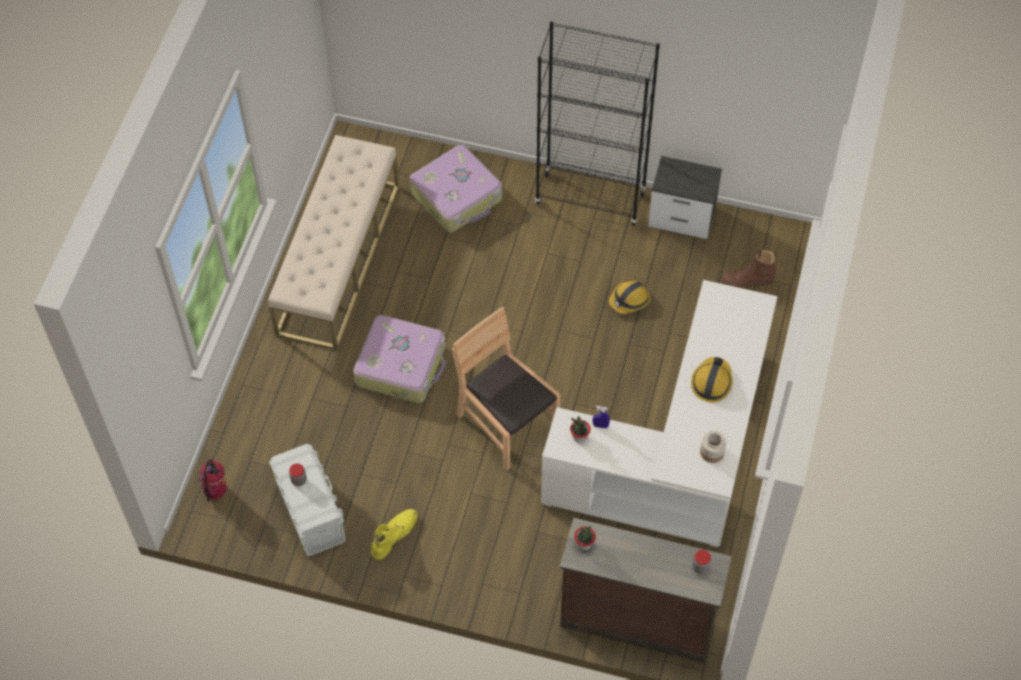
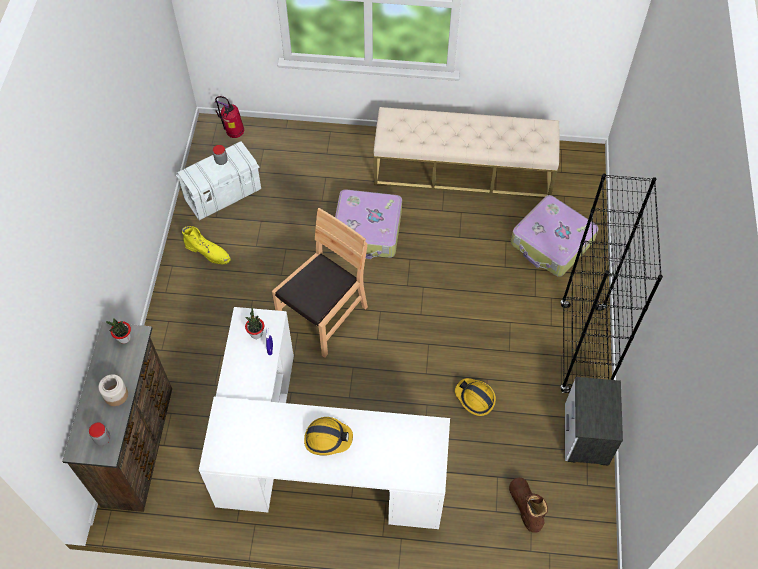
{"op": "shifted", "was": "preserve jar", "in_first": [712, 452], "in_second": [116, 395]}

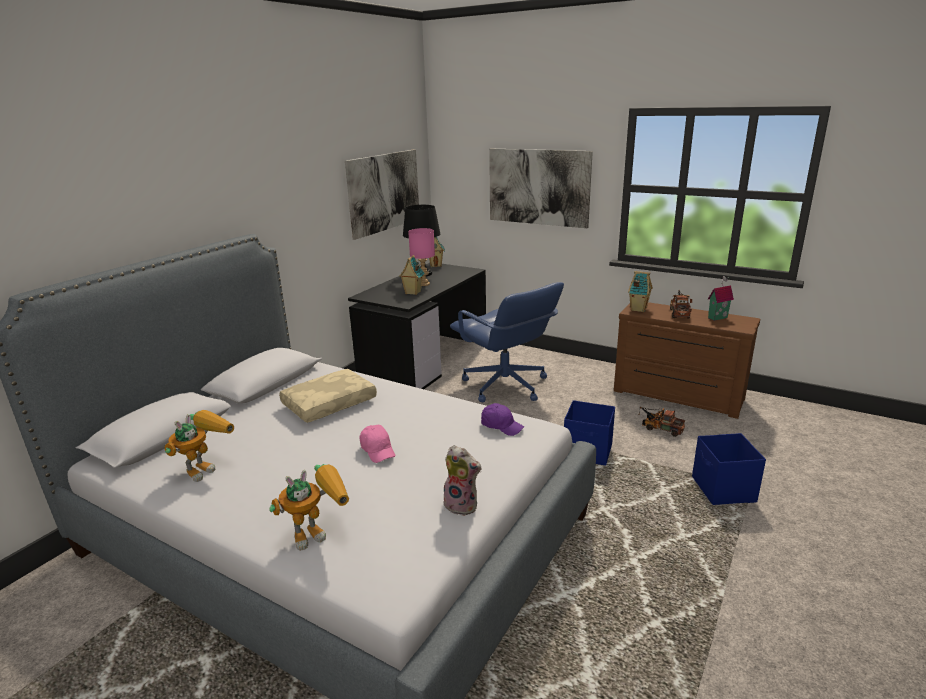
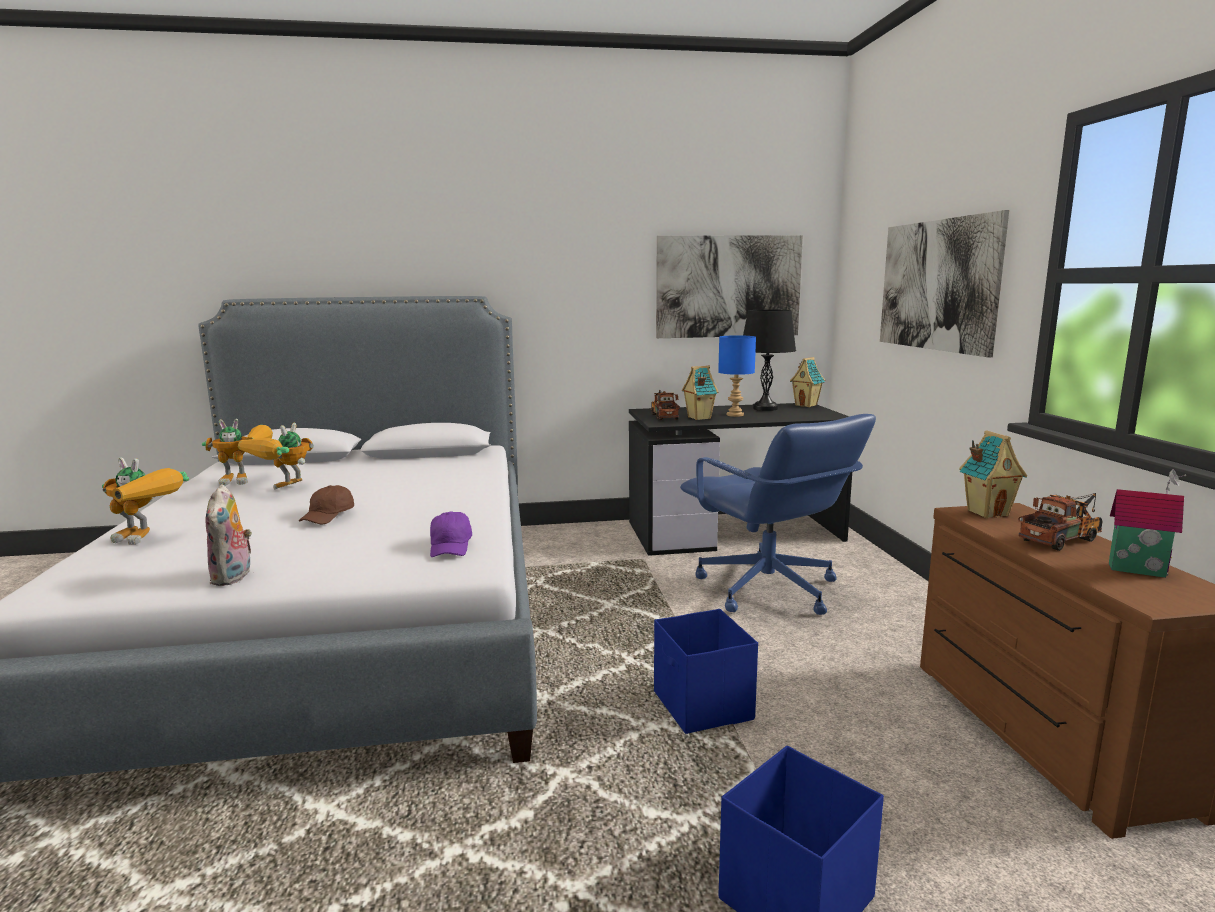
{"op": "new", "now": "toy robot", "in_second": [284, 491]}
{"op": "repainted", "was": "pinkish cap", "now": "brown cap", "in_first": [378, 450], "in_second": [329, 516]}
{"op": "shifted", "was": "model truck", "in_first": [659, 428], "in_second": [664, 416]}
{"op": "rotated", "was": "bluish office chair", "in_first": [505, 386], "in_second": [768, 590], "clockwise": -45}
{"op": "repainted", "was": "pinkish tabletop lamp", "now": "bluish tabletop lamp", "in_first": [424, 284], "in_second": [735, 415]}
{"op": "gone", "was": "beige throw pillow", "in_first": [329, 403]}

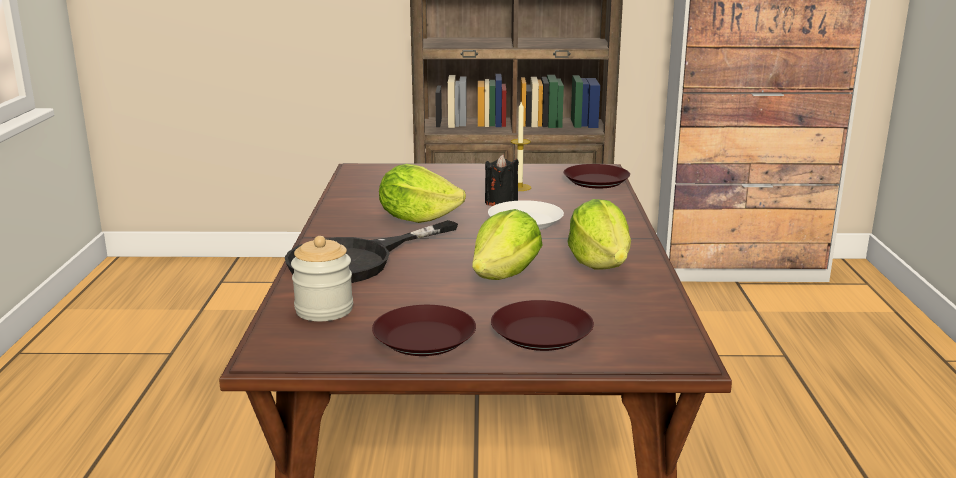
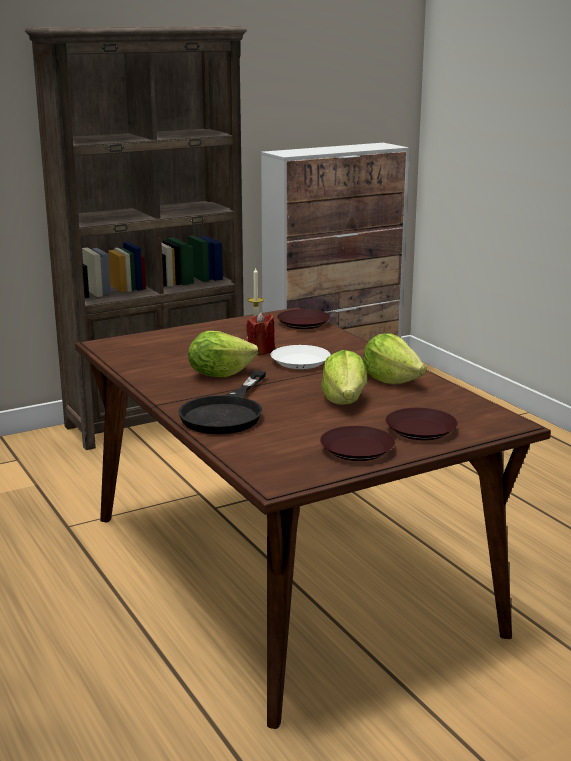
{"op": "repainted", "was": "blackish wax light", "now": "red-coloured wax light", "in_first": [501, 202], "in_second": [261, 351]}
{"op": "gone", "was": "preserve jar", "in_first": [324, 310]}

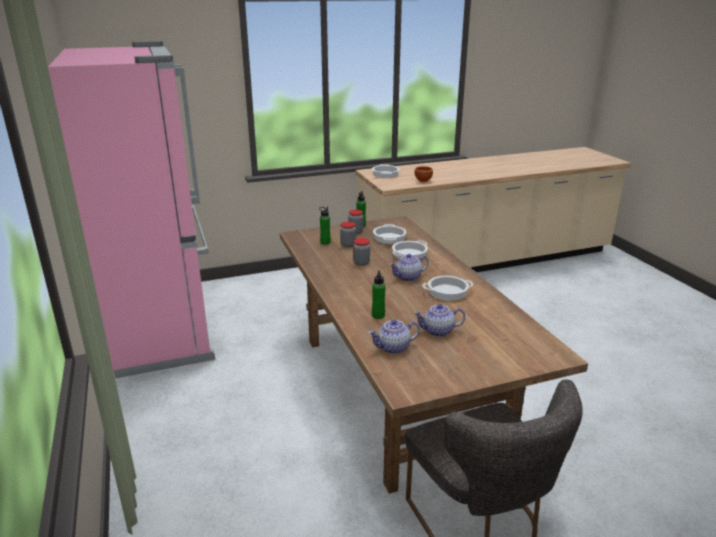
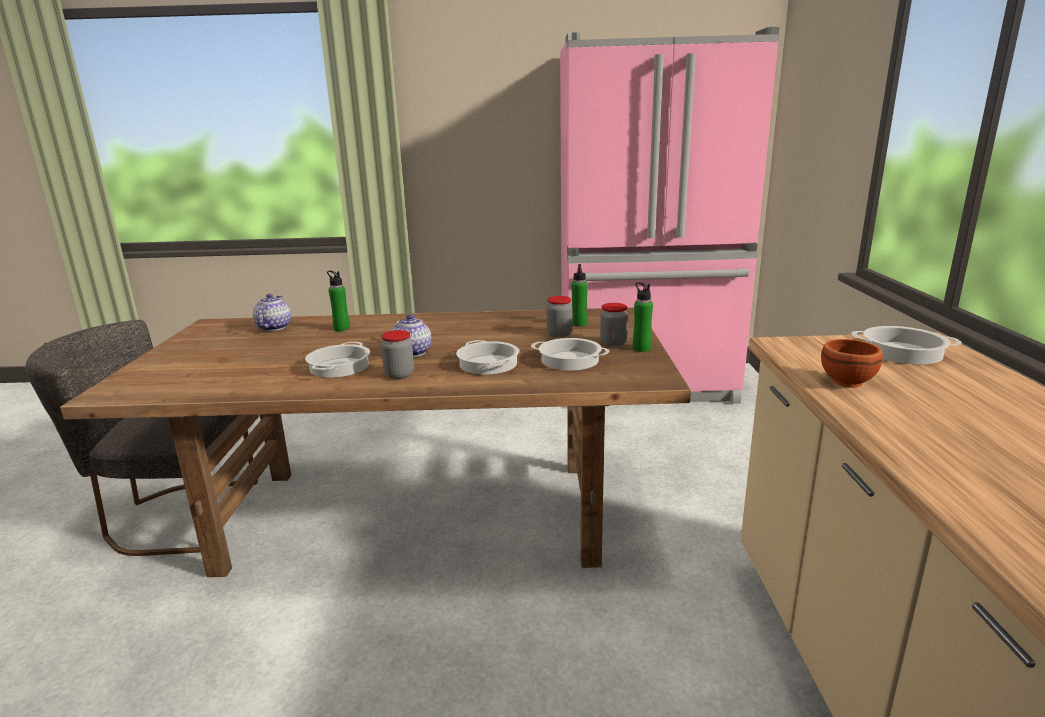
{"op": "shifted", "was": "preserve jar", "in_first": [361, 263], "in_second": [399, 374]}
{"op": "gone", "was": "tea pot", "in_first": [438, 331]}

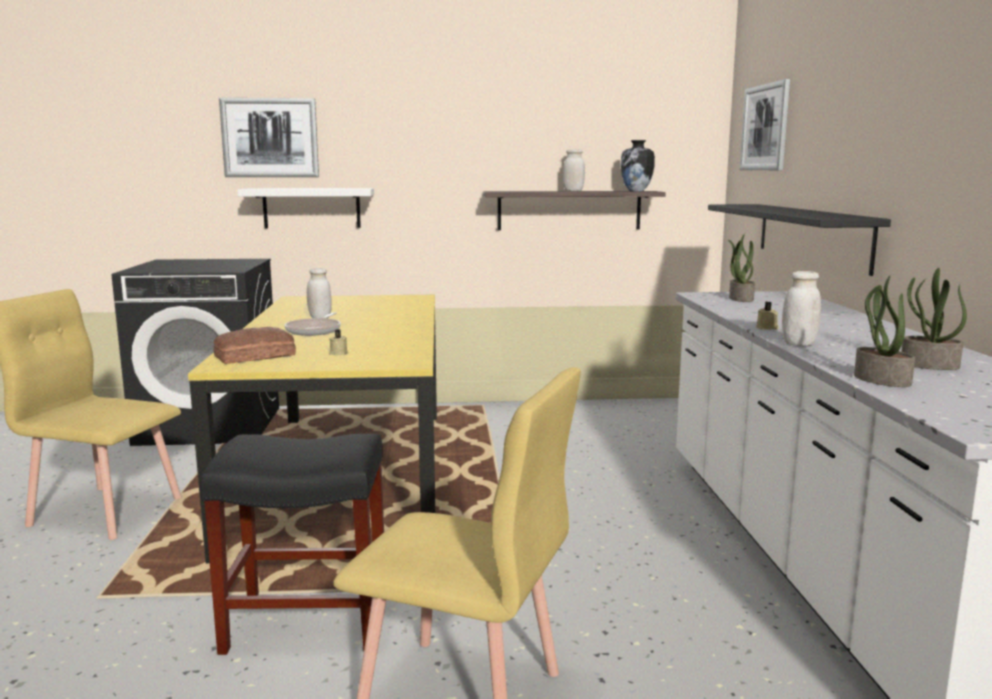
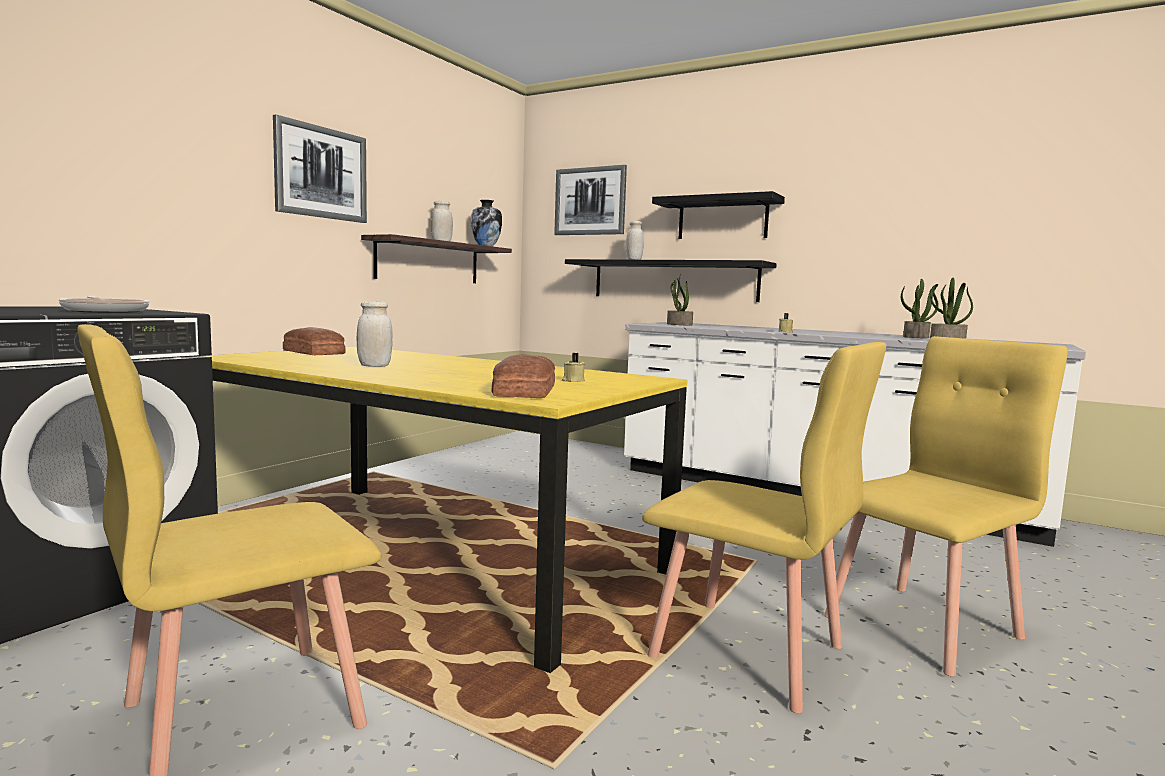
{"op": "shifted", "was": "frying pan", "in_first": [315, 330], "in_second": [105, 311]}
{"op": "shifted", "was": "wall art", "in_first": [270, 138], "in_second": [321, 173]}
{"op": "new", "now": "bread", "in_second": [314, 352]}
{"op": "shifted", "was": "white preserve jar", "in_first": [798, 344], "in_second": [633, 260]}
{"op": "swapped", "was": "blackish stool seat", "now": "yellowish upright chair", "in_first": [304, 622], "in_second": [748, 653]}
{"op": "new", "now": "blackish wall shelf", "in_second": [722, 219]}
{"op": "gone", "was": "white wall shelf", "in_first": [311, 208]}

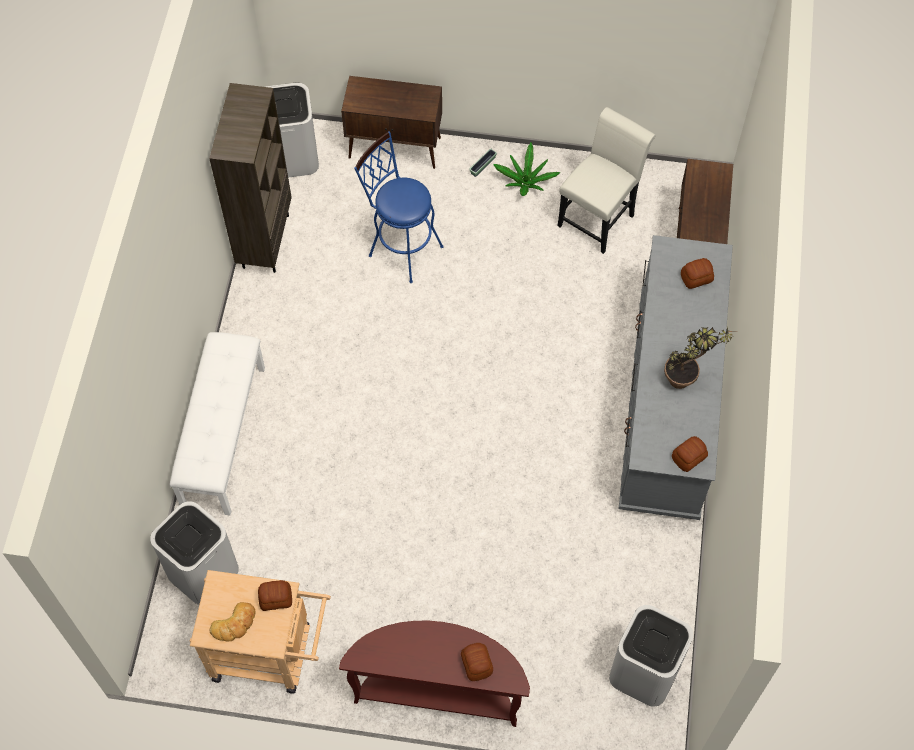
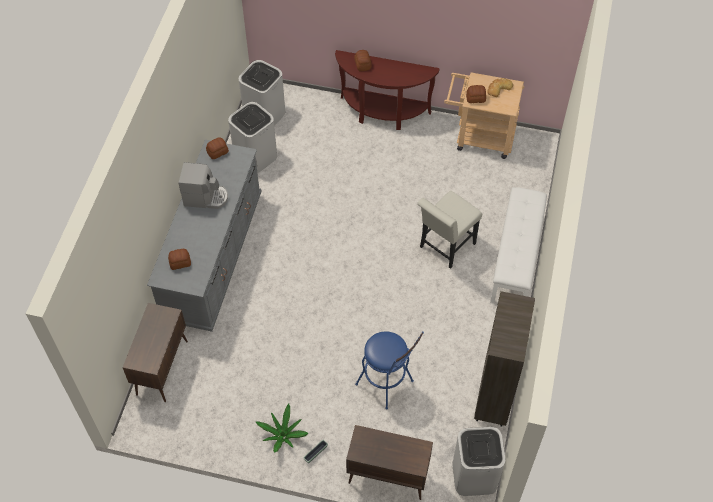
{"op": "swapped", "was": "potted plant", "now": "coffee maker", "in_first": [687, 378], "in_second": [205, 197]}
{"op": "shifted", "was": "white trash can", "in_first": [203, 572], "in_second": [255, 156]}
{"op": "shifted", "was": "white upright chair", "in_first": [599, 217], "in_second": [445, 247]}

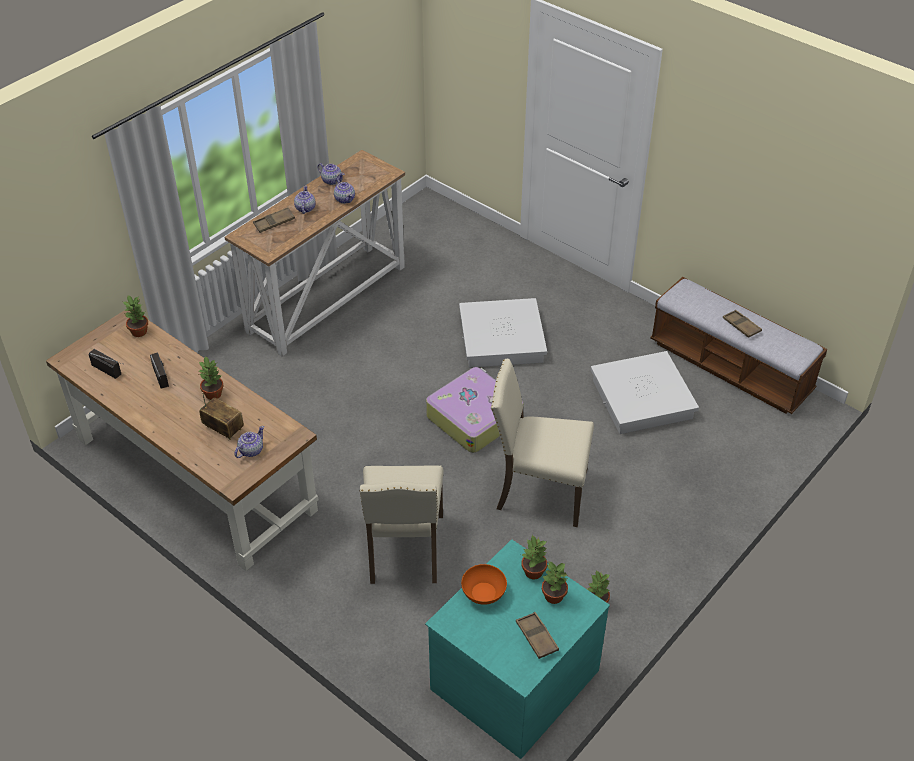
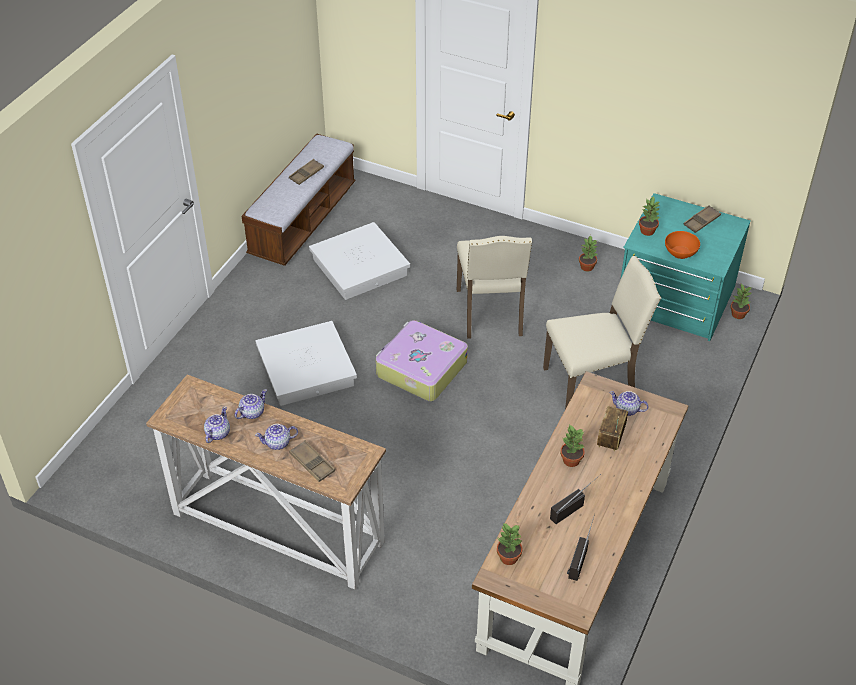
{"op": "shifted", "was": "potted plant", "in_first": [553, 596], "in_second": [738, 314]}

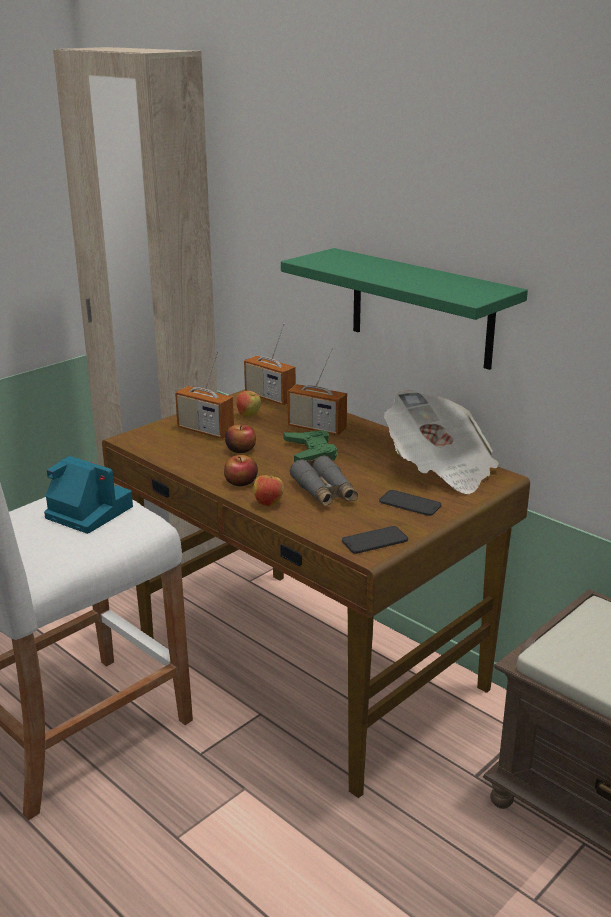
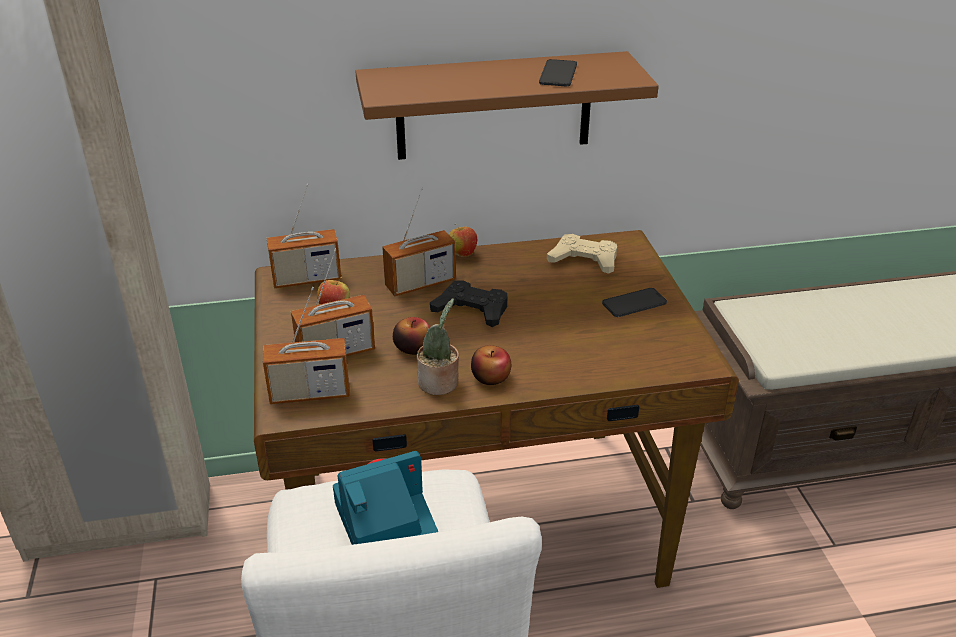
{"op": "new", "now": "radio receiver", "in_second": [310, 393]}
{"op": "repainted", "was": "greenish wall shelf", "now": "brown wall shelf", "in_first": [421, 308], "in_second": [494, 106]}
{"op": "new", "now": "potted plant", "in_second": [440, 384]}
{"op": "repainted", "was": "greenish game controller", "now": "blackish game controller", "in_first": [310, 452], "in_second": [472, 310]}
{"op": "shifted", "was": "apple fruit", "in_first": [269, 504], "in_second": [462, 254]}
{"op": "shifted", "was": "phone", "in_first": [374, 540], "in_second": [558, 74]}
{"op": "swapped", "was": "newspaper", "now": "beige game controller", "in_first": [440, 469], "in_second": [584, 260]}
{"op": "gone", "was": "greyish pair of binoculars", "in_first": [325, 492]}

